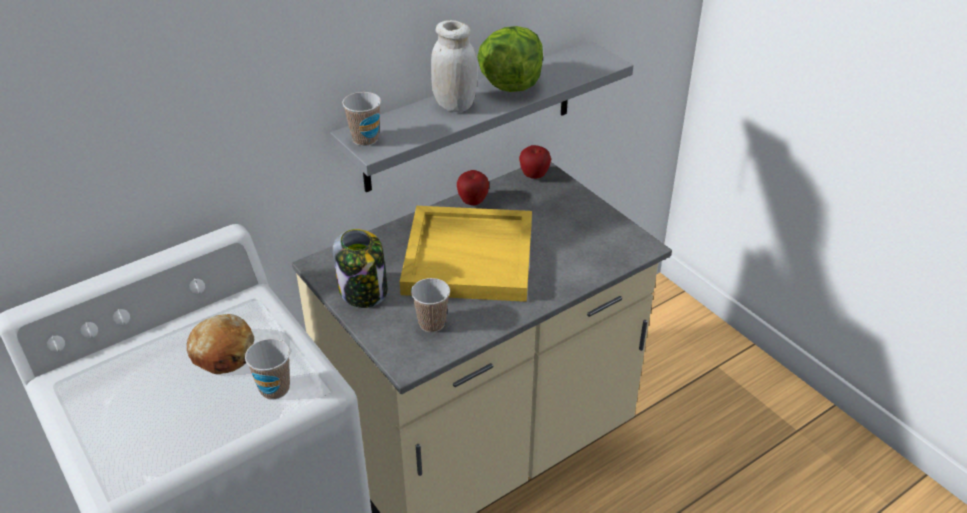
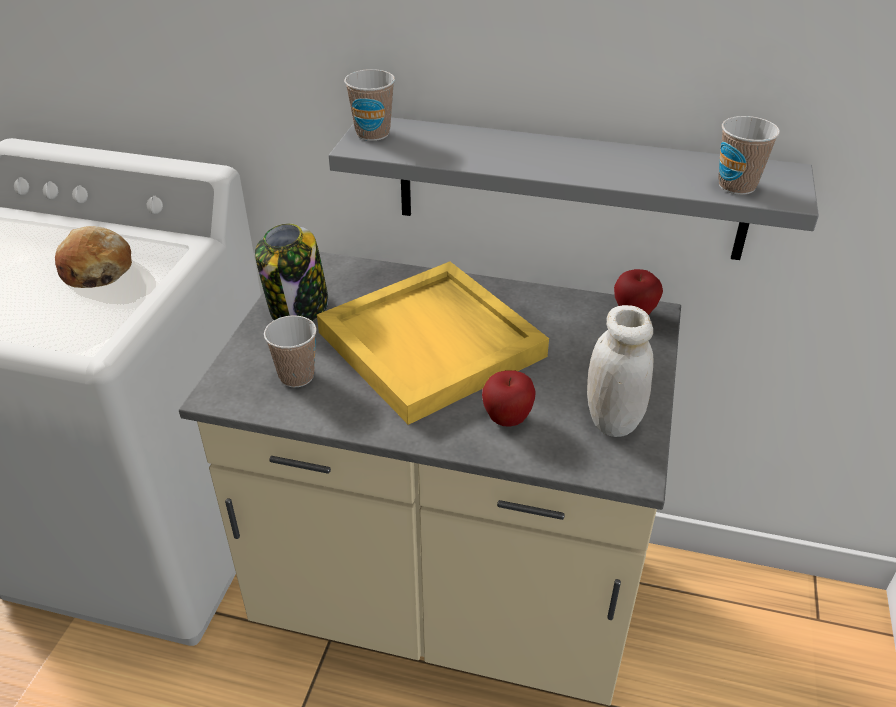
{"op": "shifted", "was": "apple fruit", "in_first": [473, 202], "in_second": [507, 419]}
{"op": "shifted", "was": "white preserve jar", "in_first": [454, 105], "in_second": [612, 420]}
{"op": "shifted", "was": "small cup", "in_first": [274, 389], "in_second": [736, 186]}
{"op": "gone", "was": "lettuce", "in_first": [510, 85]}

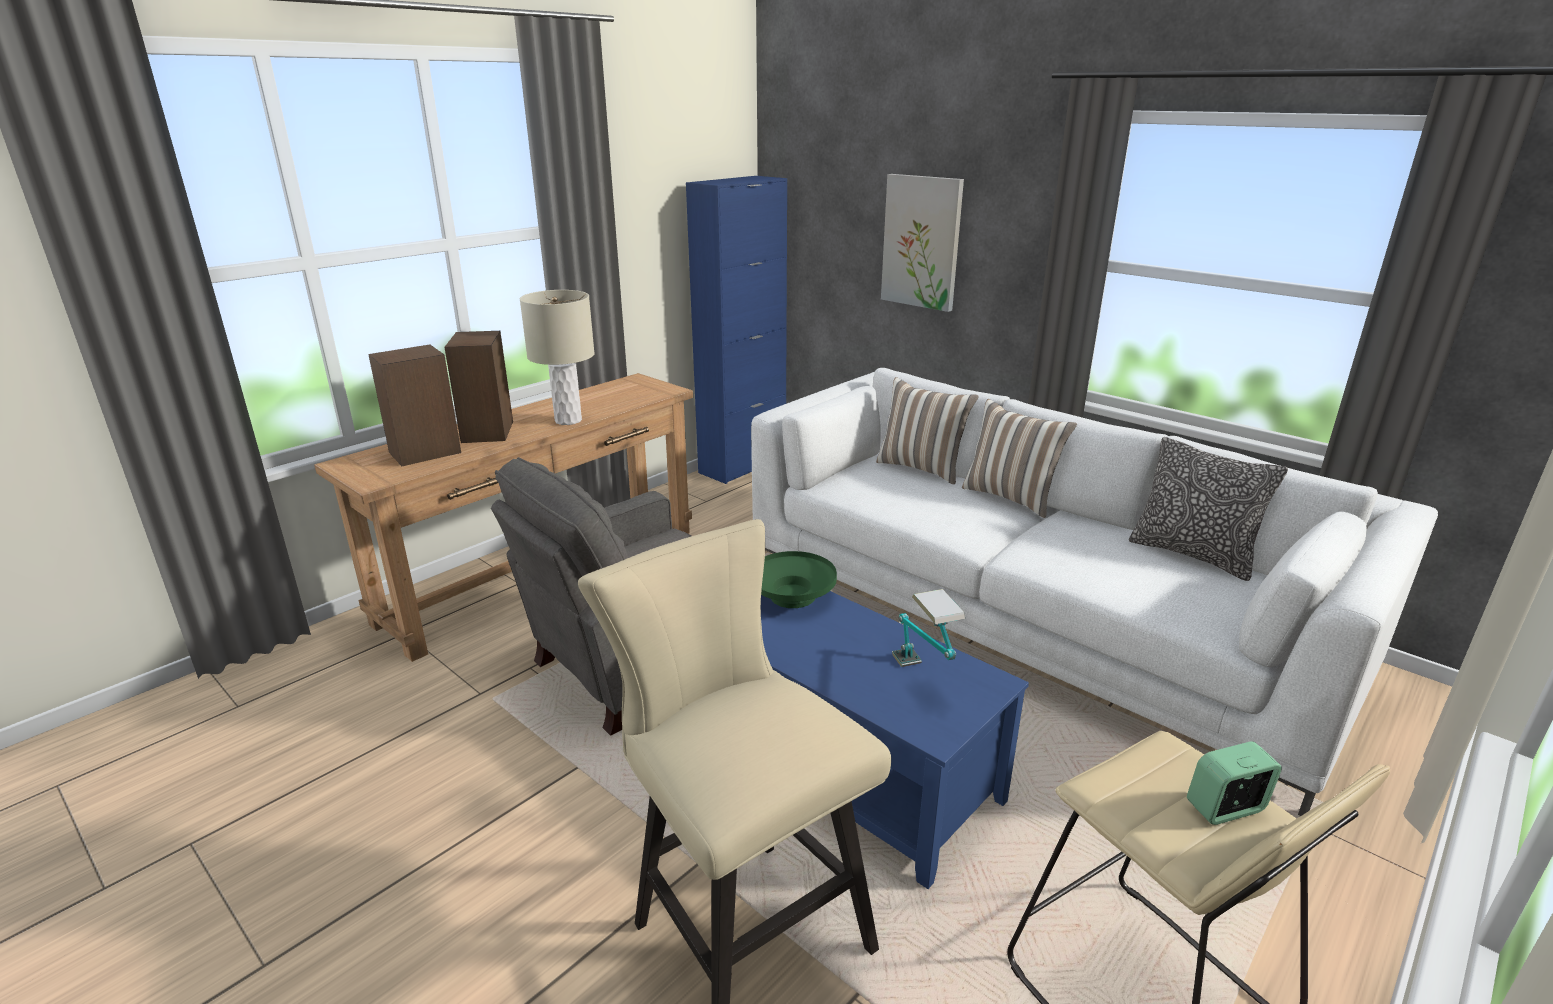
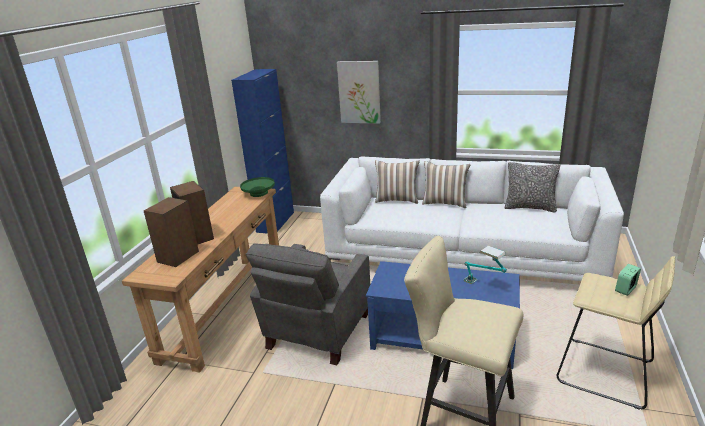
{"op": "shifted", "was": "greenish serving bowl", "in_first": [792, 596], "in_second": [258, 193]}
{"op": "gone", "was": "beige tabletop lamp", "in_first": [568, 420]}

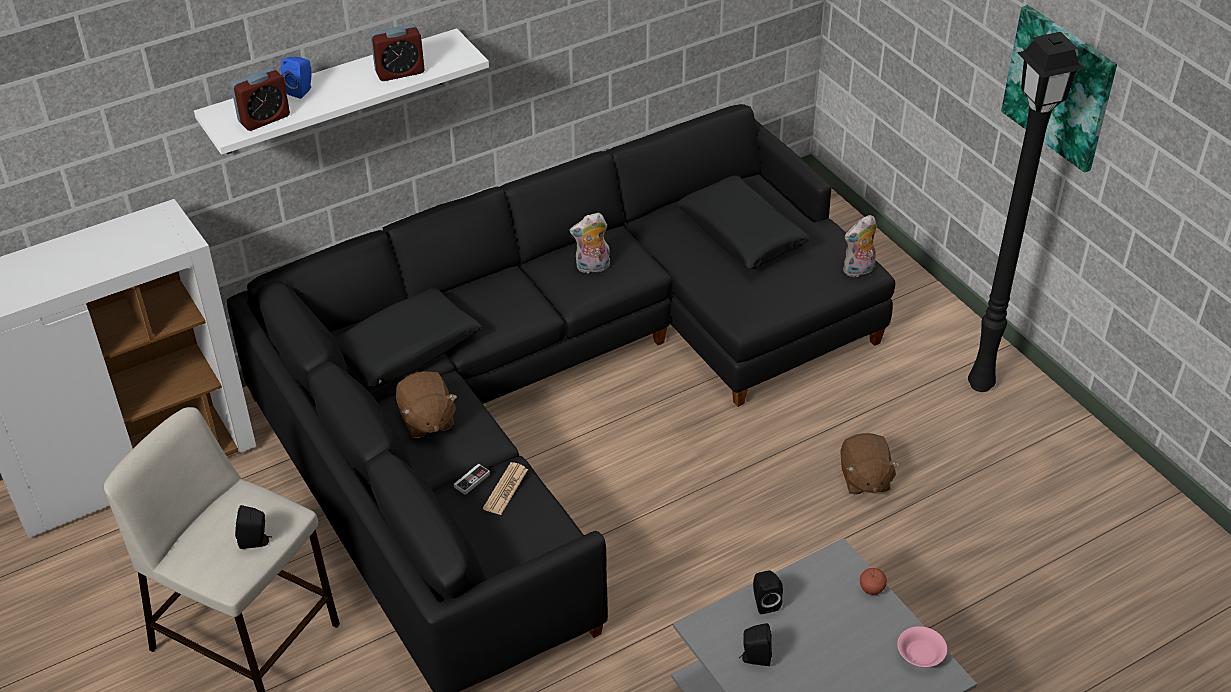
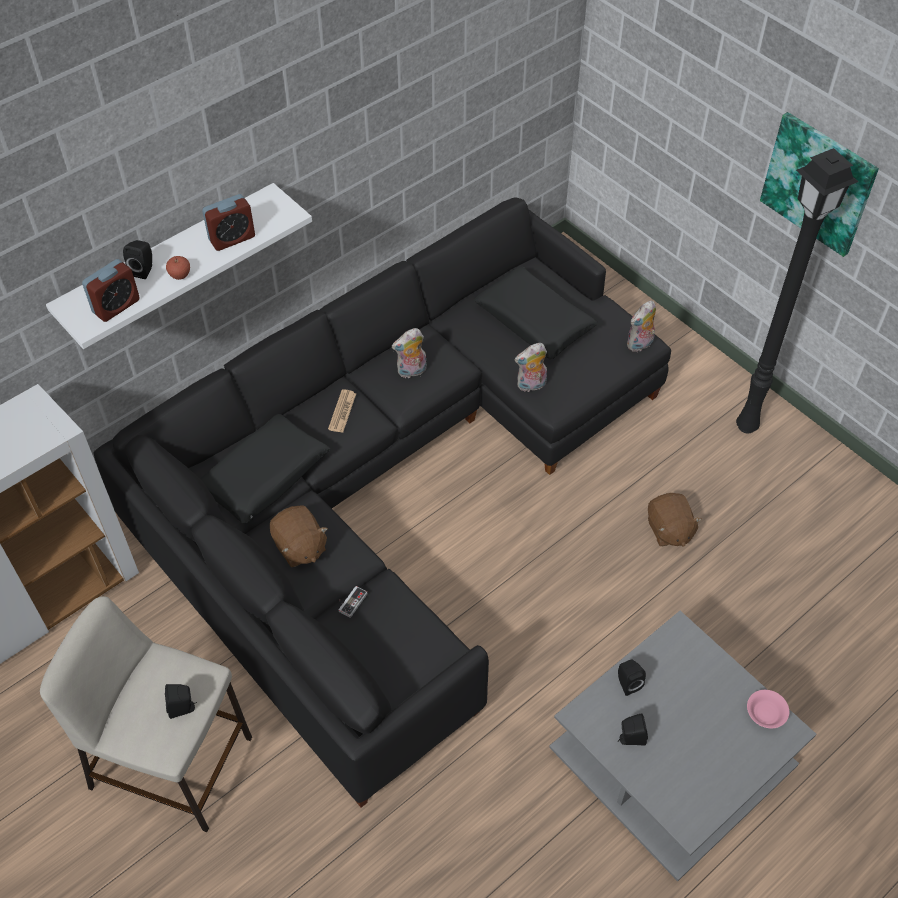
{"op": "repainted", "was": "bluish speaker", "now": "blackish speaker", "in_first": [301, 90], "in_second": [144, 270]}
{"op": "shifted", "was": "apple fruit", "in_first": [871, 589], "in_second": [180, 275]}
{"op": "shifted", "was": "newspaper", "in_first": [505, 489], "in_second": [342, 411]}
{"op": "new", "now": "cuddly toy", "in_second": [531, 385]}

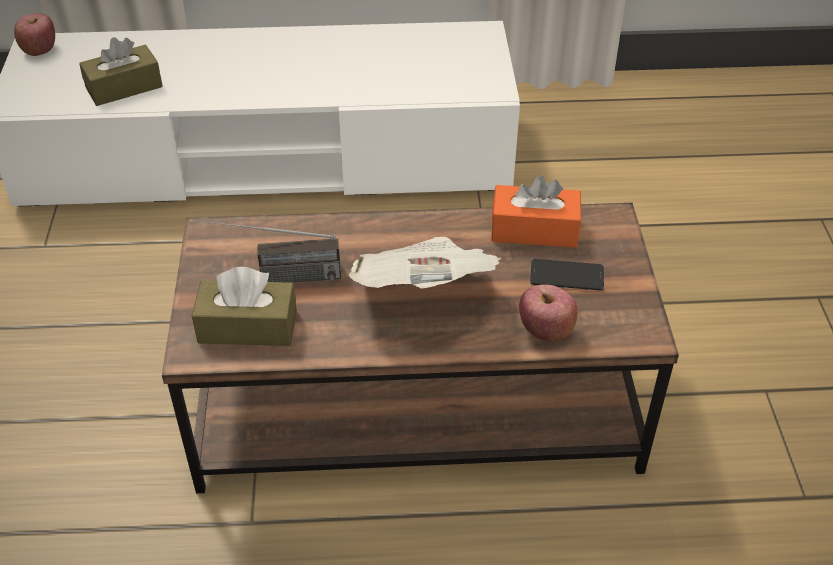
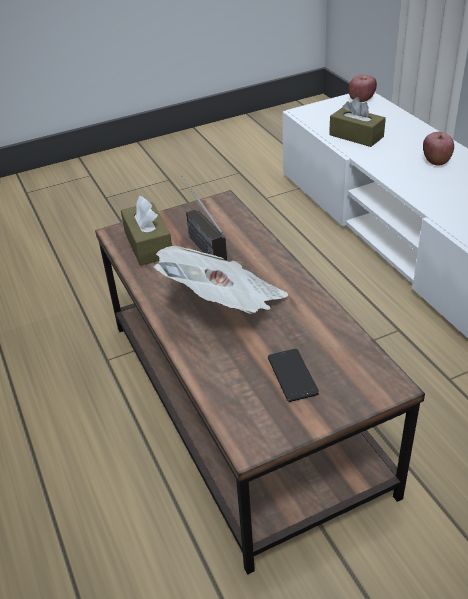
{"op": "shifted", "was": "apple fruit", "in_first": [545, 331], "in_second": [436, 161]}
{"op": "gone", "was": "orange-coloured box of tissues", "in_first": [534, 230]}

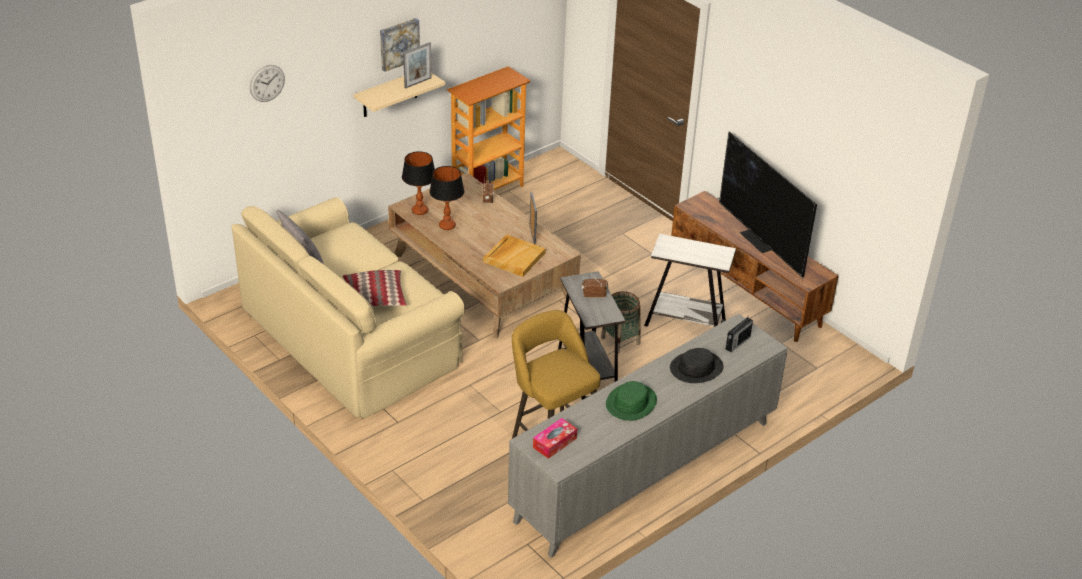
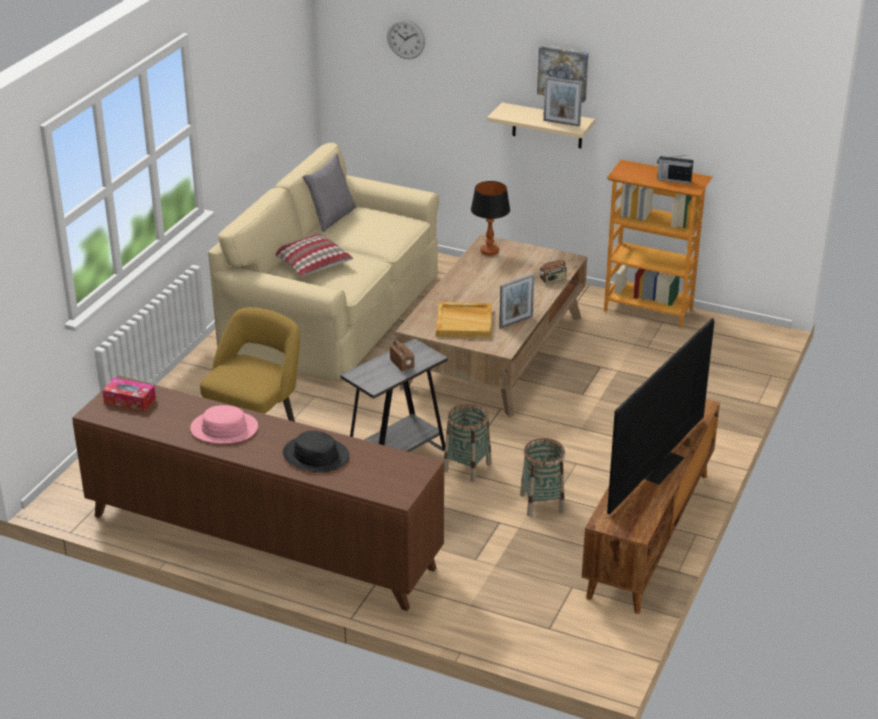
{"op": "repainted", "was": "greyish cabinet", "now": "brown cabinet", "in_first": [646, 471], "in_second": [262, 542]}
{"op": "repainted", "was": "greenish wearable hat", "now": "pinkish wearable hat", "in_first": [631, 403], "in_second": [224, 429]}
{"op": "swapped", "was": "white end table", "now": "storage basket", "in_first": [685, 323], "in_second": [542, 503]}
{"op": "shifted", "was": "radio receiver", "in_first": [737, 343], "in_second": [673, 180]}
{"op": "gone", "was": "tabletop lamp", "in_first": [447, 226]}

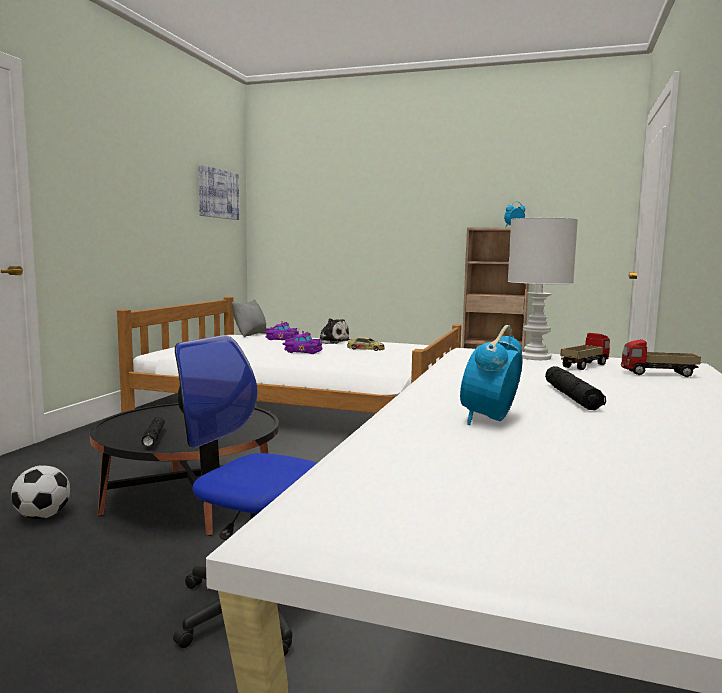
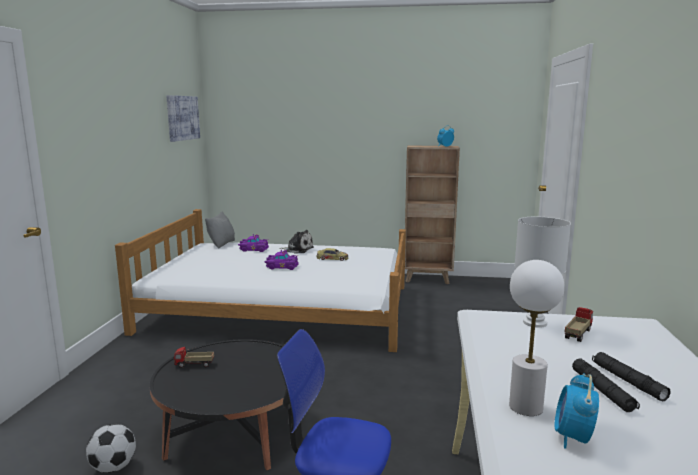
{"op": "shifted", "was": "model truck", "in_first": [658, 374], "in_second": [194, 365]}
{"op": "new", "now": "white tabletop lamp", "in_second": [525, 407]}
{"op": "shifted", "was": "blackish torch", "in_first": [154, 437], "in_second": [627, 381]}

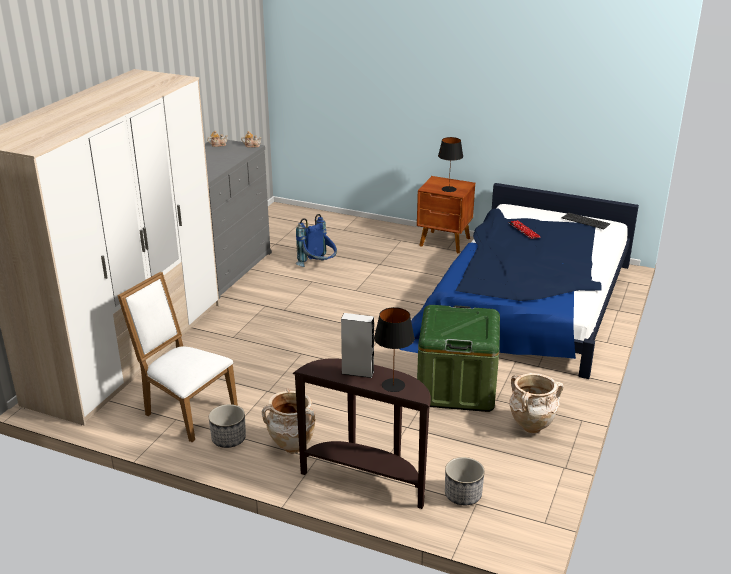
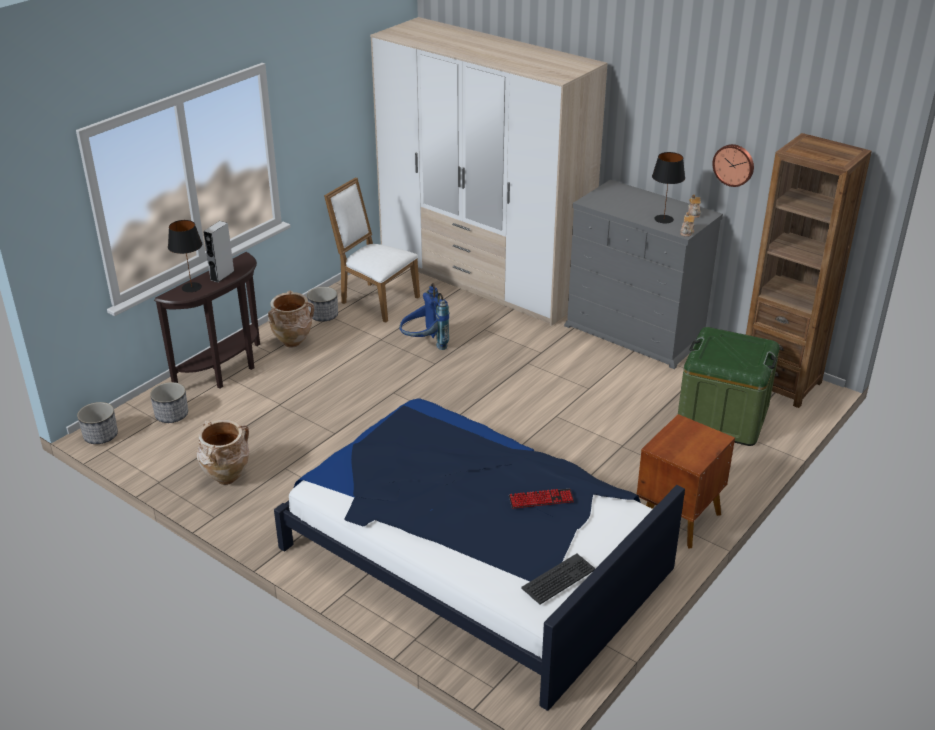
{"op": "new", "now": "planter", "in_second": [100, 436]}
{"op": "rotated", "was": "white upright chair", "in_first": [185, 410], "in_second": [375, 300], "clockwise": -105}
{"op": "shifted", "was": "bluish backpack", "in_first": [318, 267], "in_second": [424, 344]}
{"op": "shifted", "was": "blackish tabletop lamp", "in_first": [448, 189], "in_second": [663, 219]}
{"op": "shifted", "was": "greenish storage box", "in_first": [456, 388], "in_second": [722, 417]}
{"op": "new", "now": "clock on the wall", "in_second": [734, 164]}
{"op": "new", "now": "brown shelving unit", "in_second": [779, 383]}

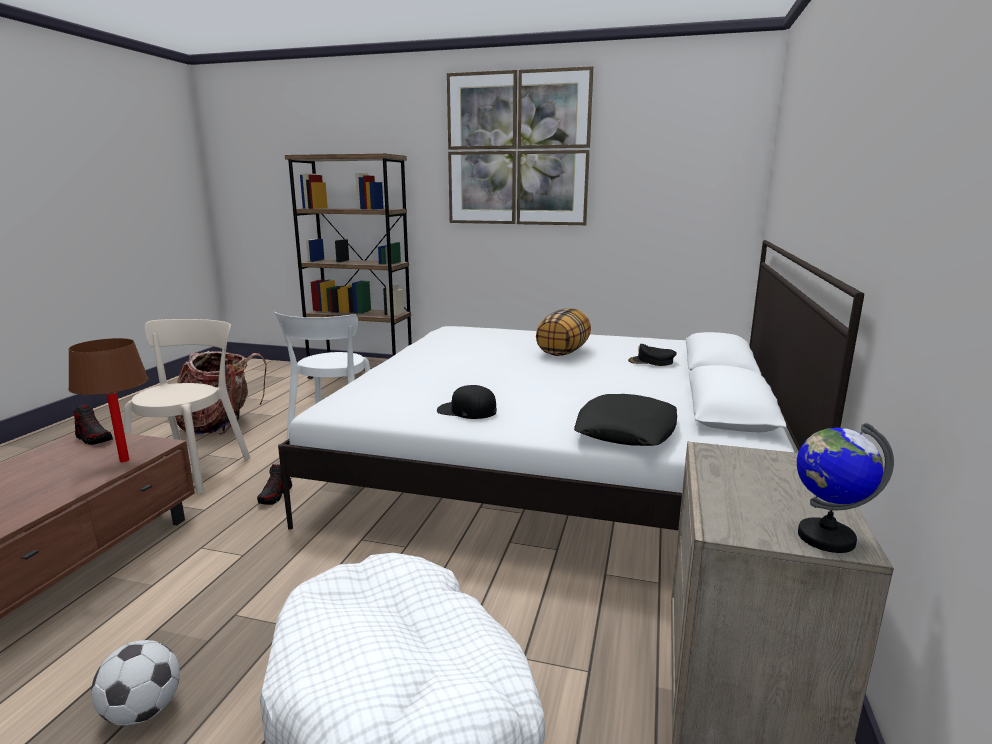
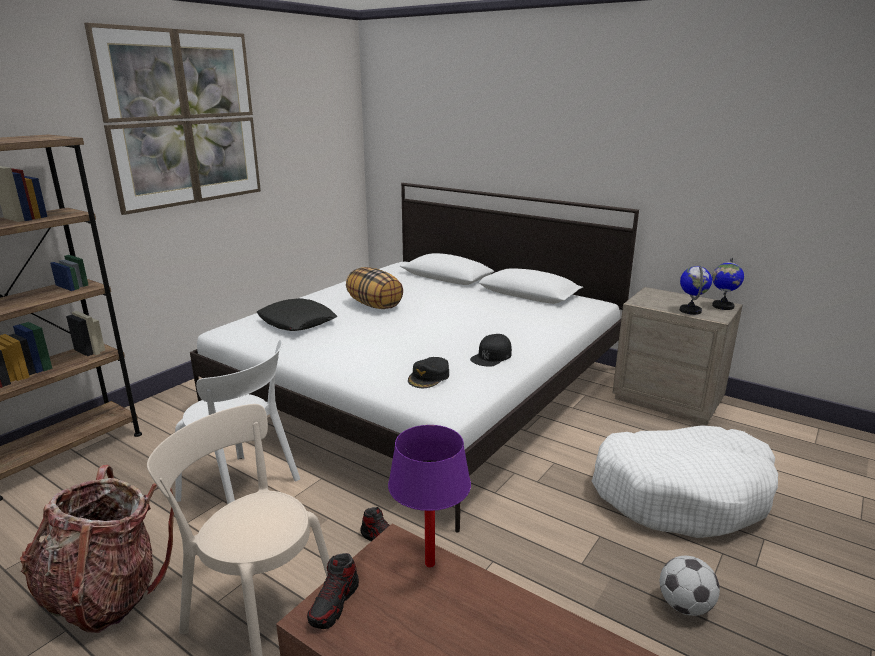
{"op": "shifted", "was": "blackish throw pillow", "in_first": [626, 430], "in_second": [297, 322]}
{"op": "rotated", "was": "low shoe", "in_first": [94, 438], "in_second": [334, 604], "clockwise": 150}
{"op": "repainted", "was": "brown tabletop lamp", "now": "purplish tabletop lamp", "in_first": [124, 460], "in_second": [430, 564]}
{"op": "shifted", "was": "blackish cap", "in_first": [651, 361], "in_second": [429, 377]}
{"op": "new", "now": "desk globe", "in_second": [690, 310]}

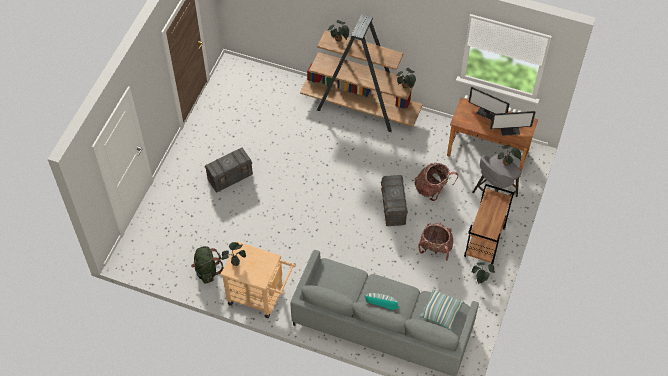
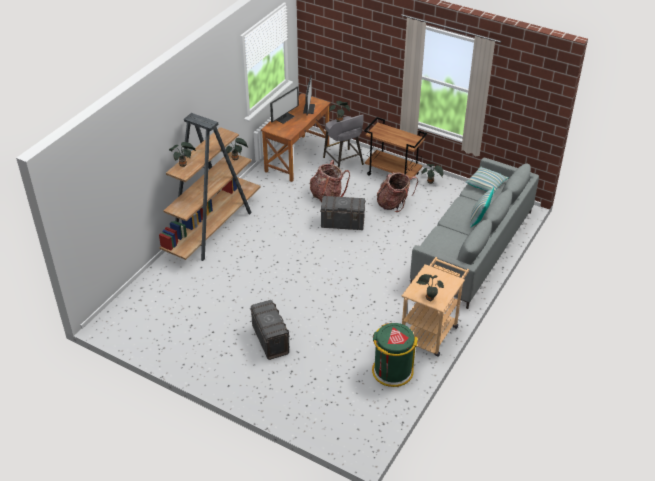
{"op": "swapped", "was": "greenish backpack", "now": "greenish trash can", "in_first": [207, 271], "in_second": [392, 371]}

